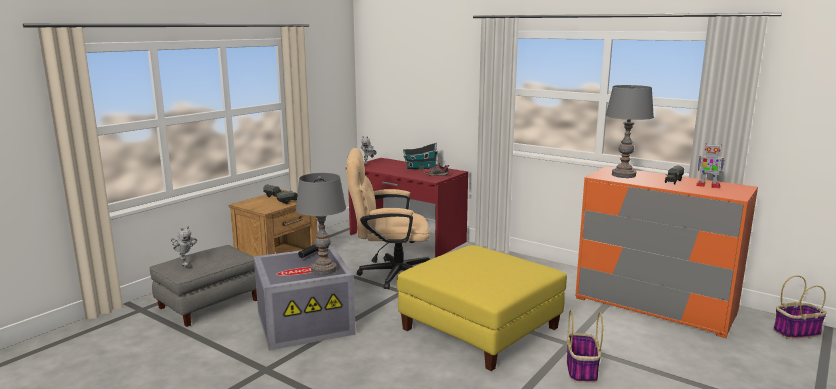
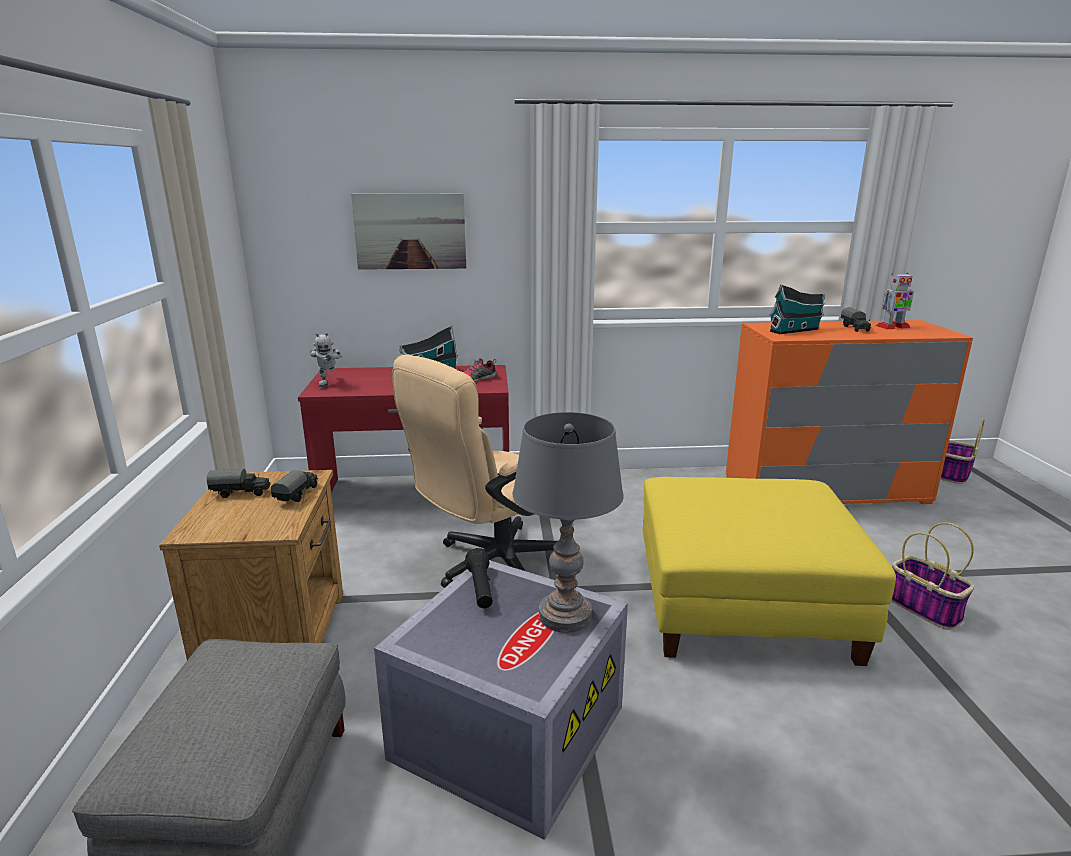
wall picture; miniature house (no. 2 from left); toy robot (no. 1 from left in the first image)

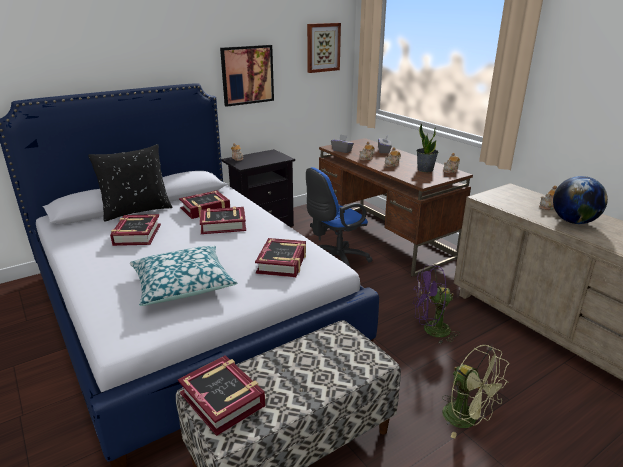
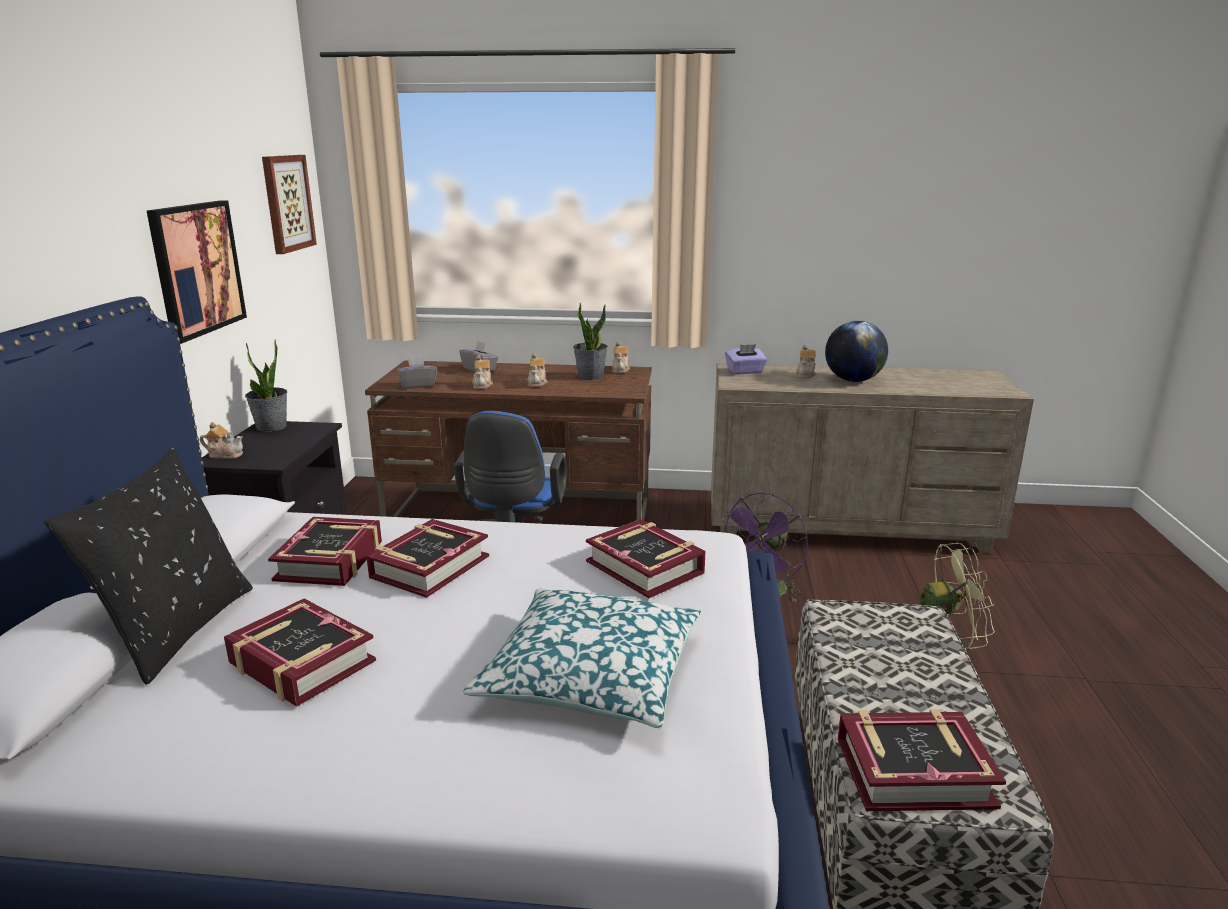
plant in a pot (no. 1 from left); purple-coloured box of tissues

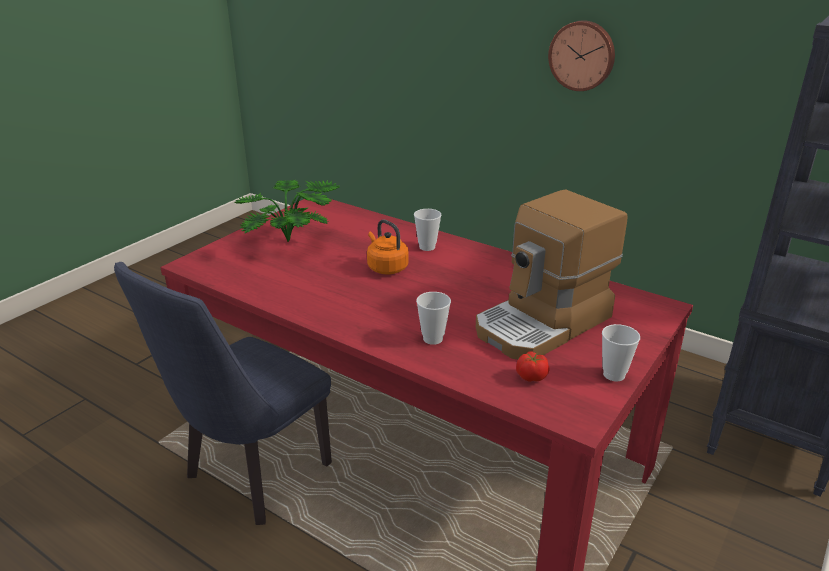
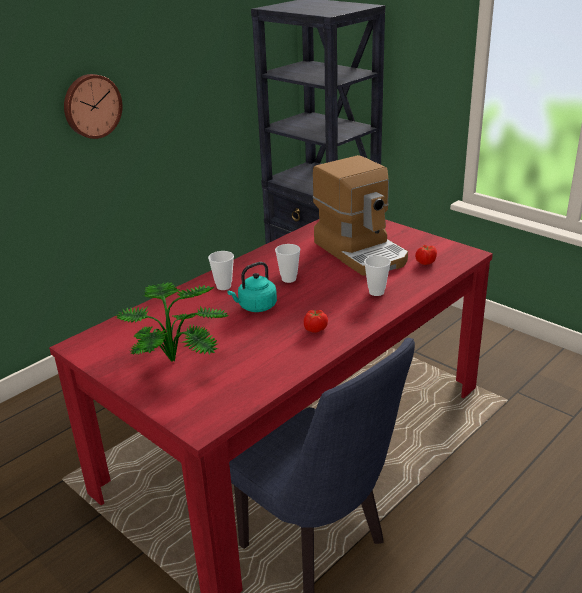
turquoise-coloured kettle; drinking cup (no. 2 from left); fresh tomato (no. 1 from left)

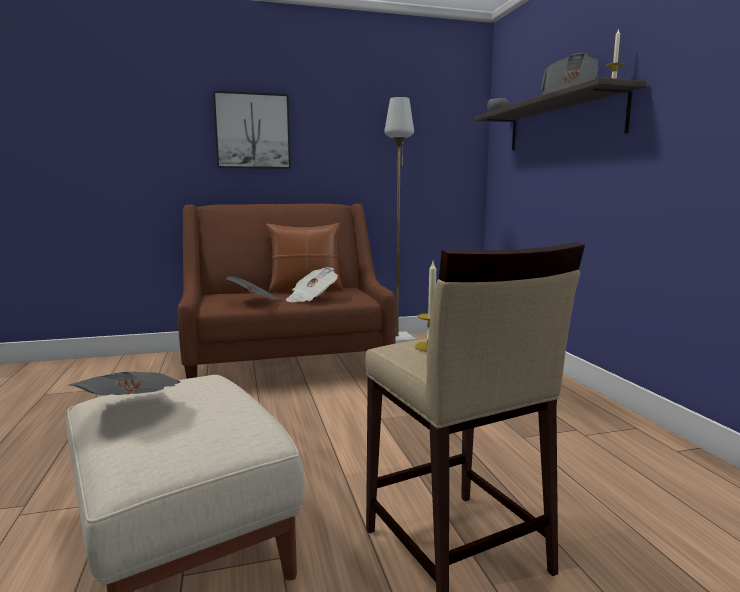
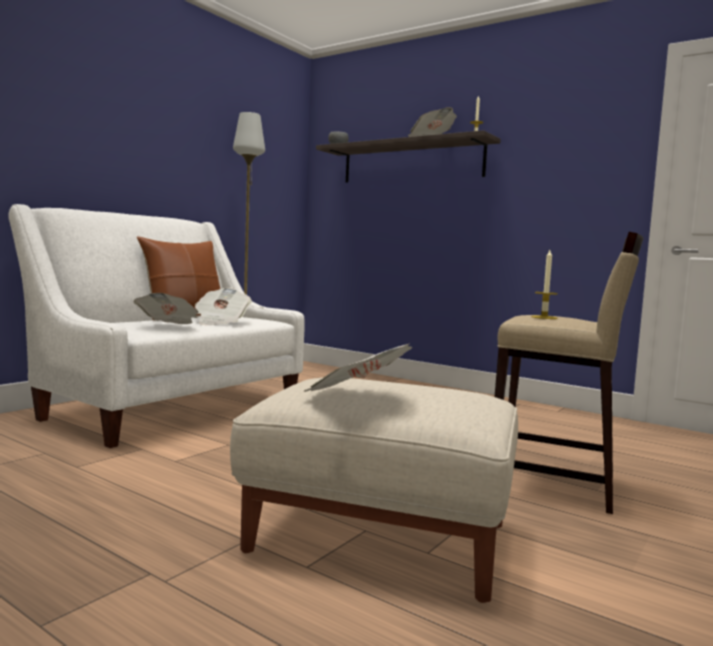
whitish couch; wall picture

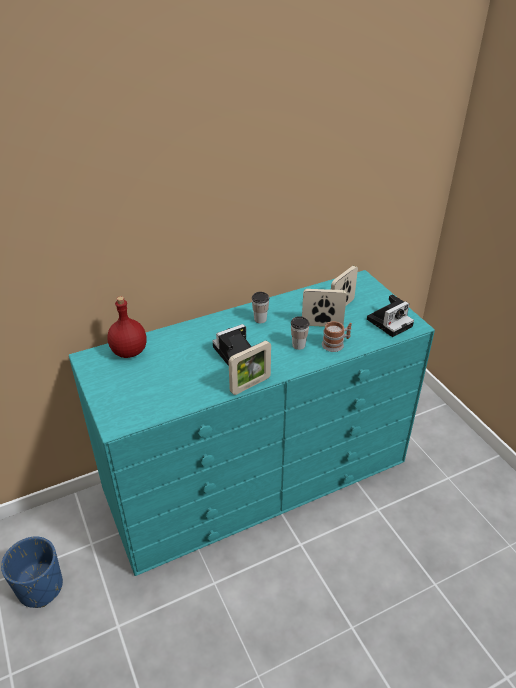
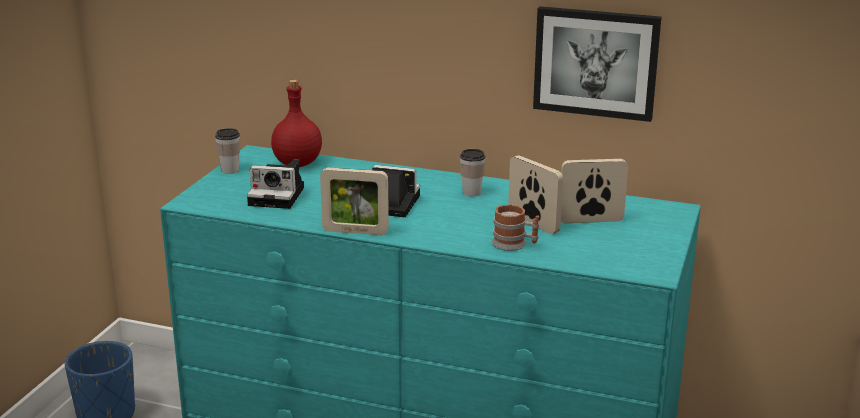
drinking cup (no. 1 from left); still camera (no. 1 from left); wall picture

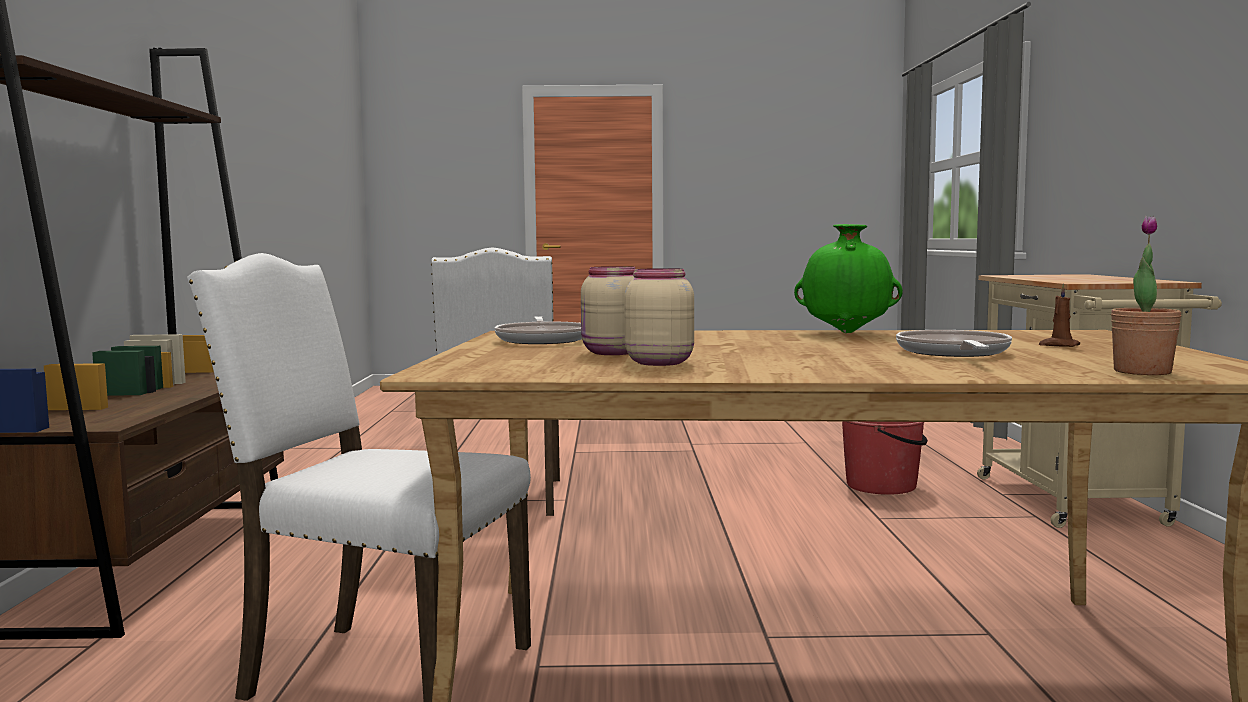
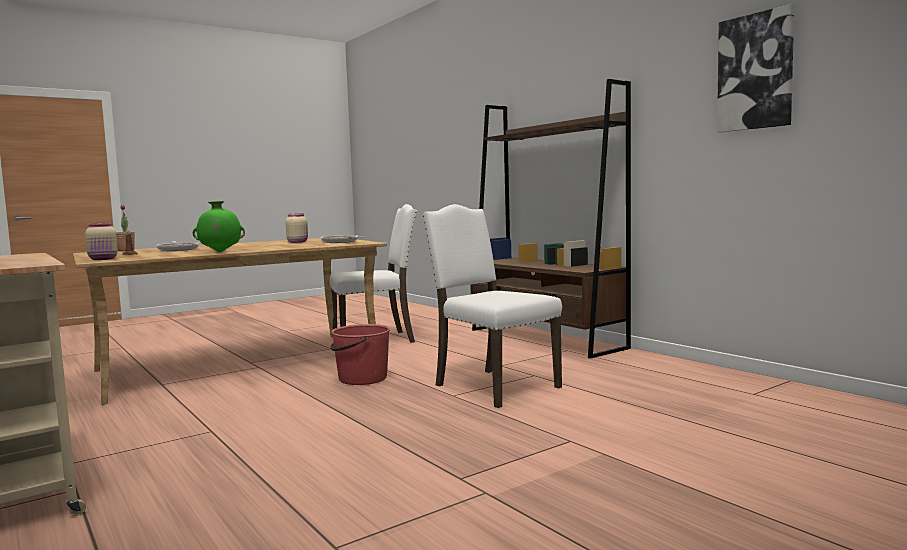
beige jar (no. 1 from left); red-coloured water bucket; wall picture

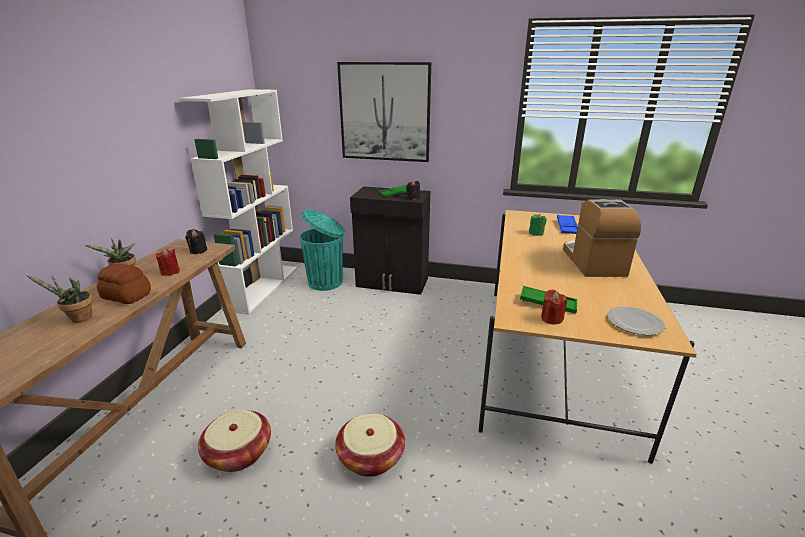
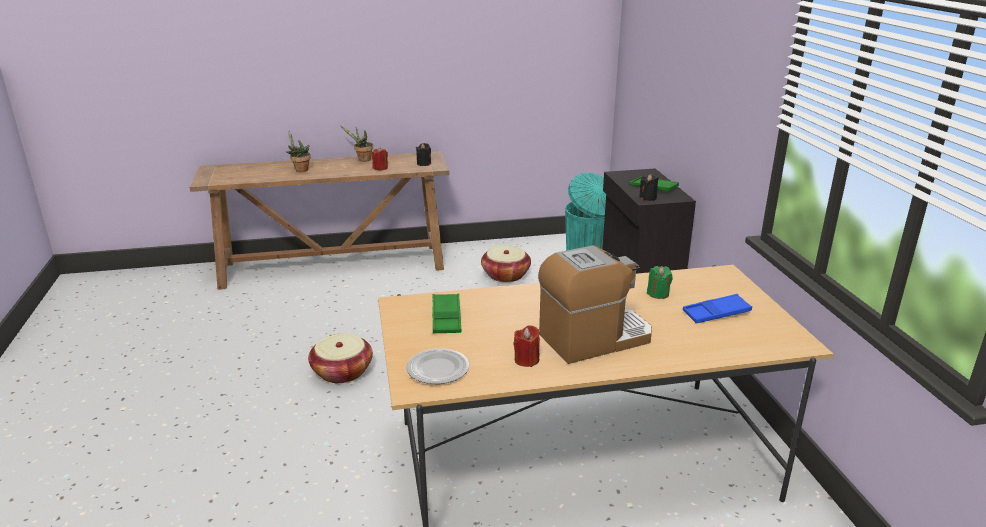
storage basket (no. 2 from left); red-coloured candle (no. 2 from left); baked bread; whitish bookcase; wall picture

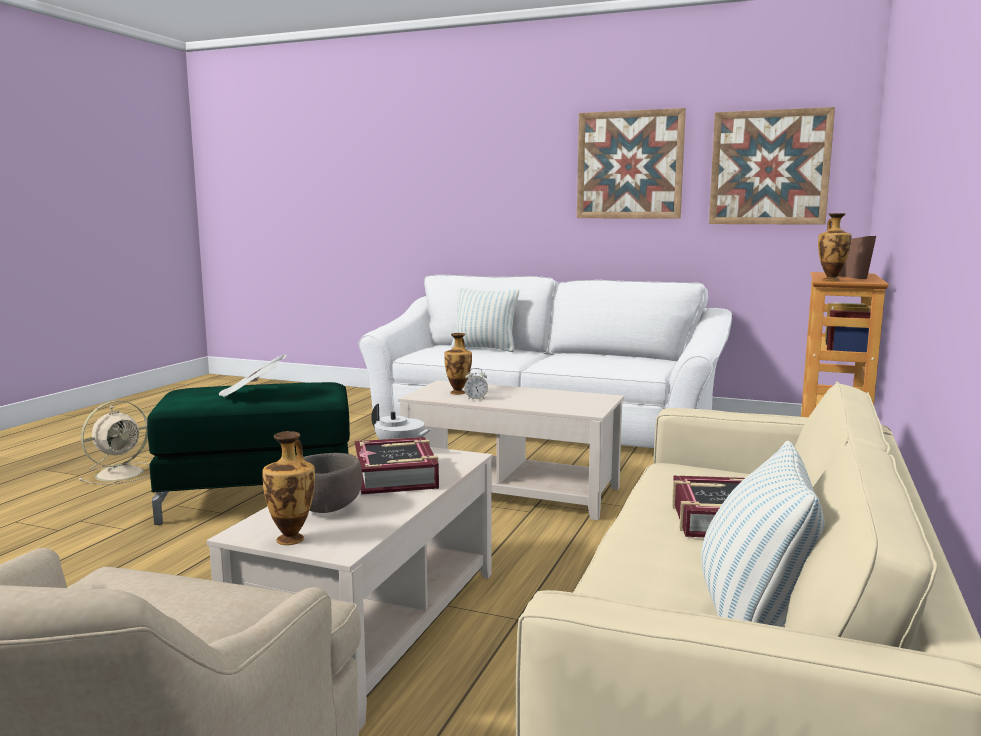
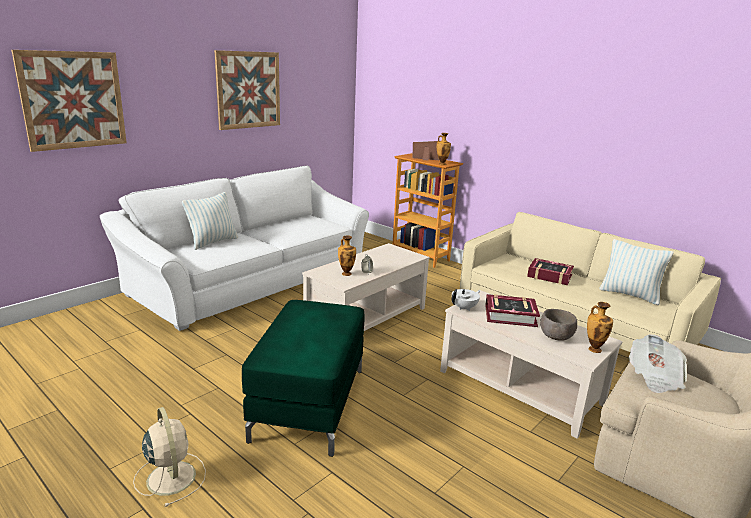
wall picture (no. 1 from left); printed paper

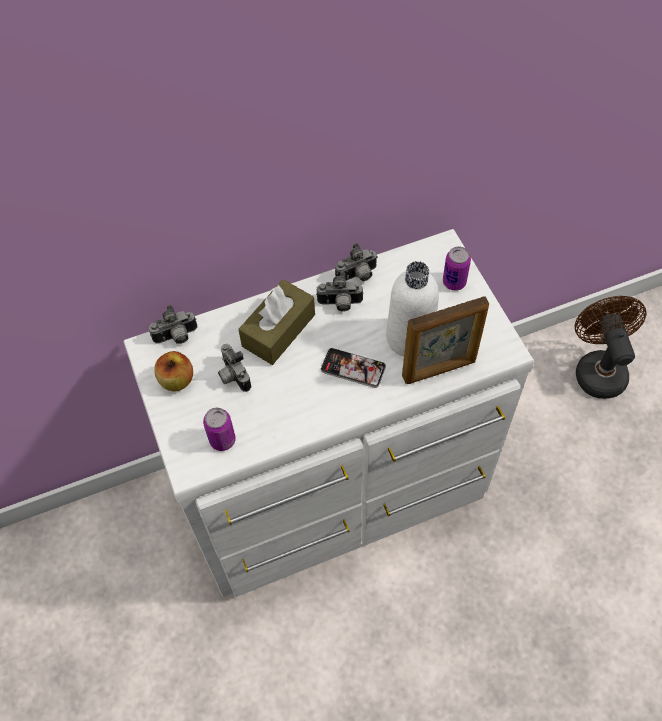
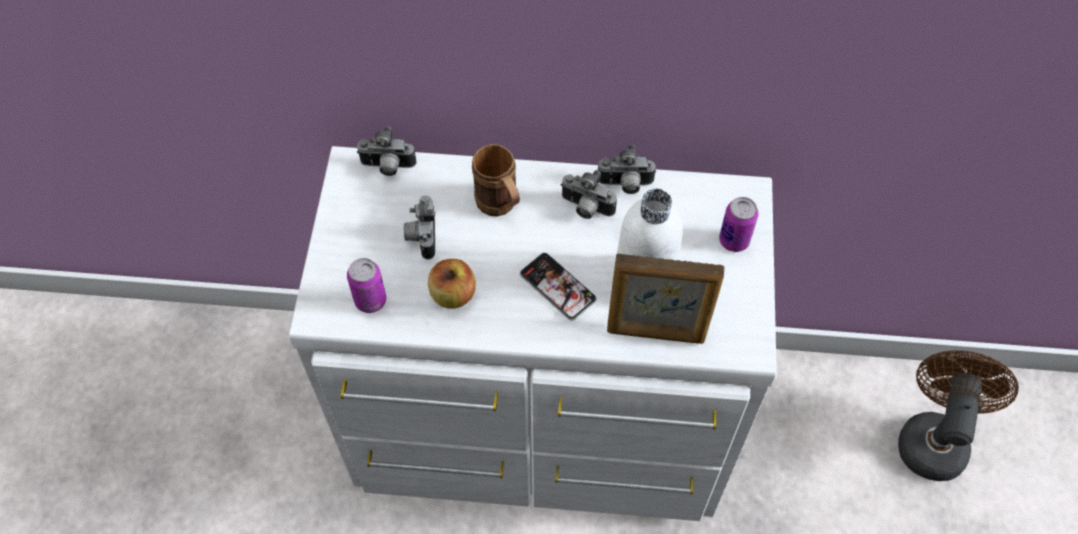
apple fruit; brownish mug

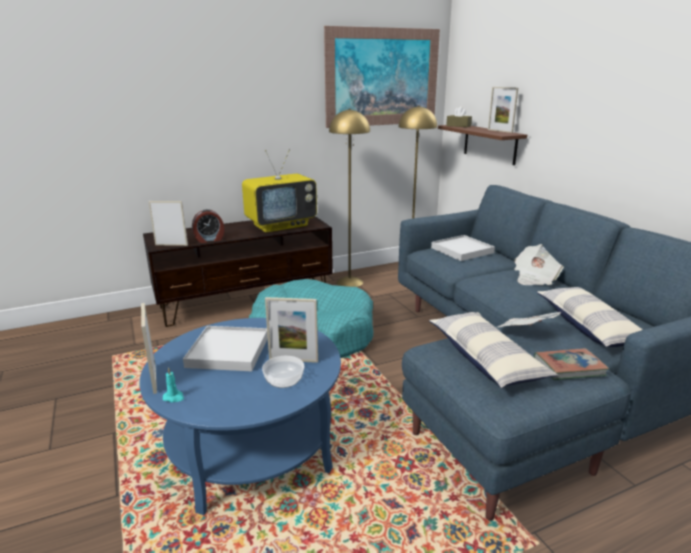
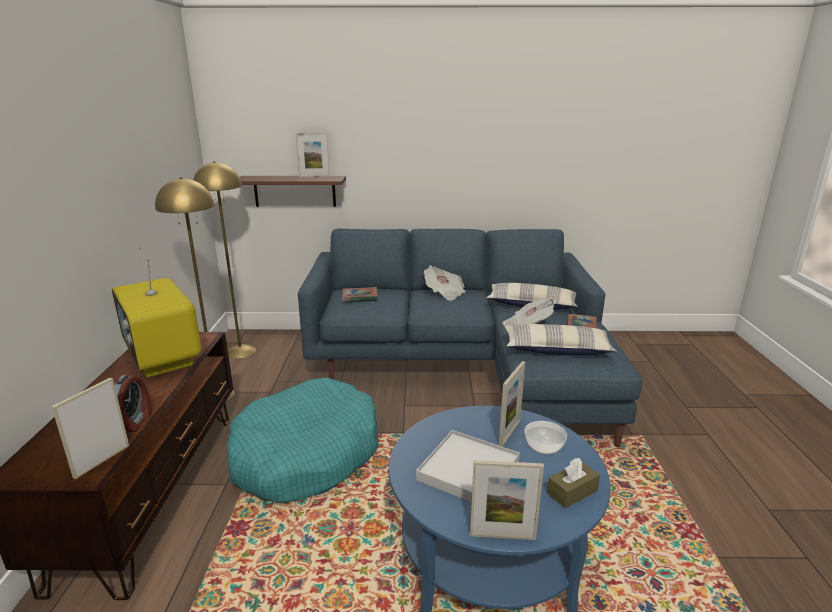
television; volume (no. 1 from left); brownish box of tissues; turquoise-coloured candle; wall picture

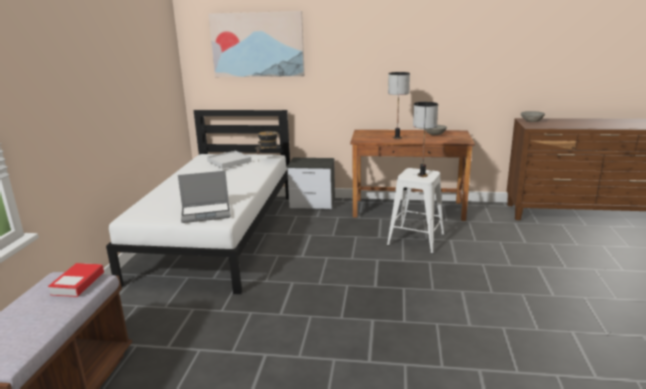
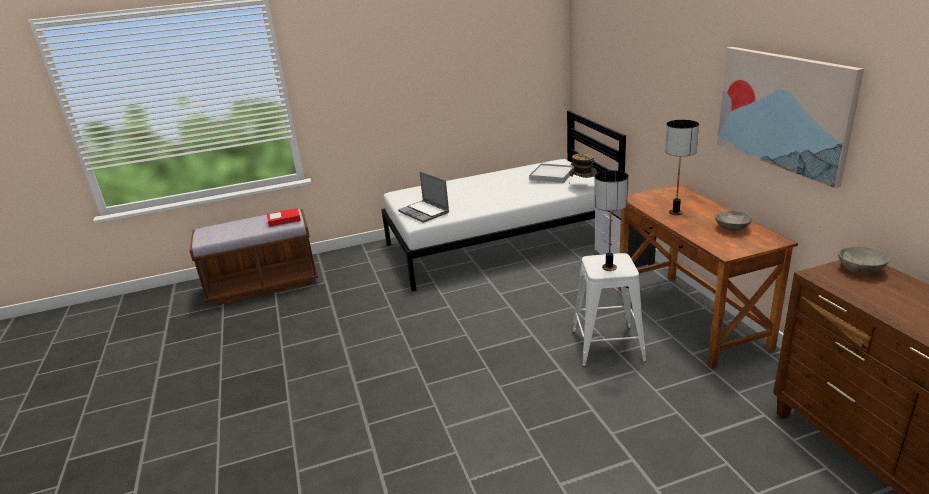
wall picture

